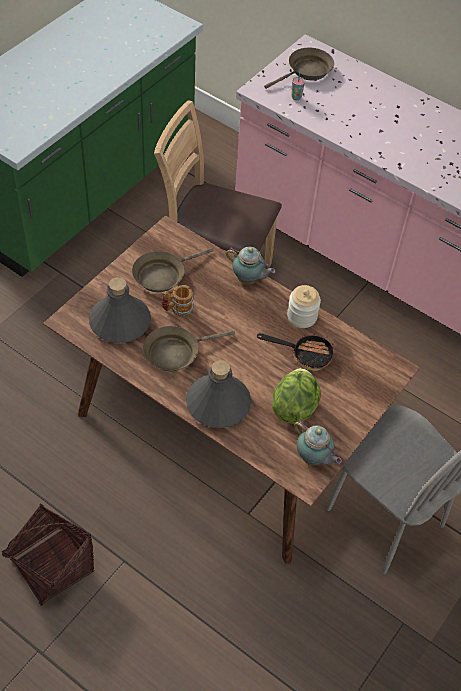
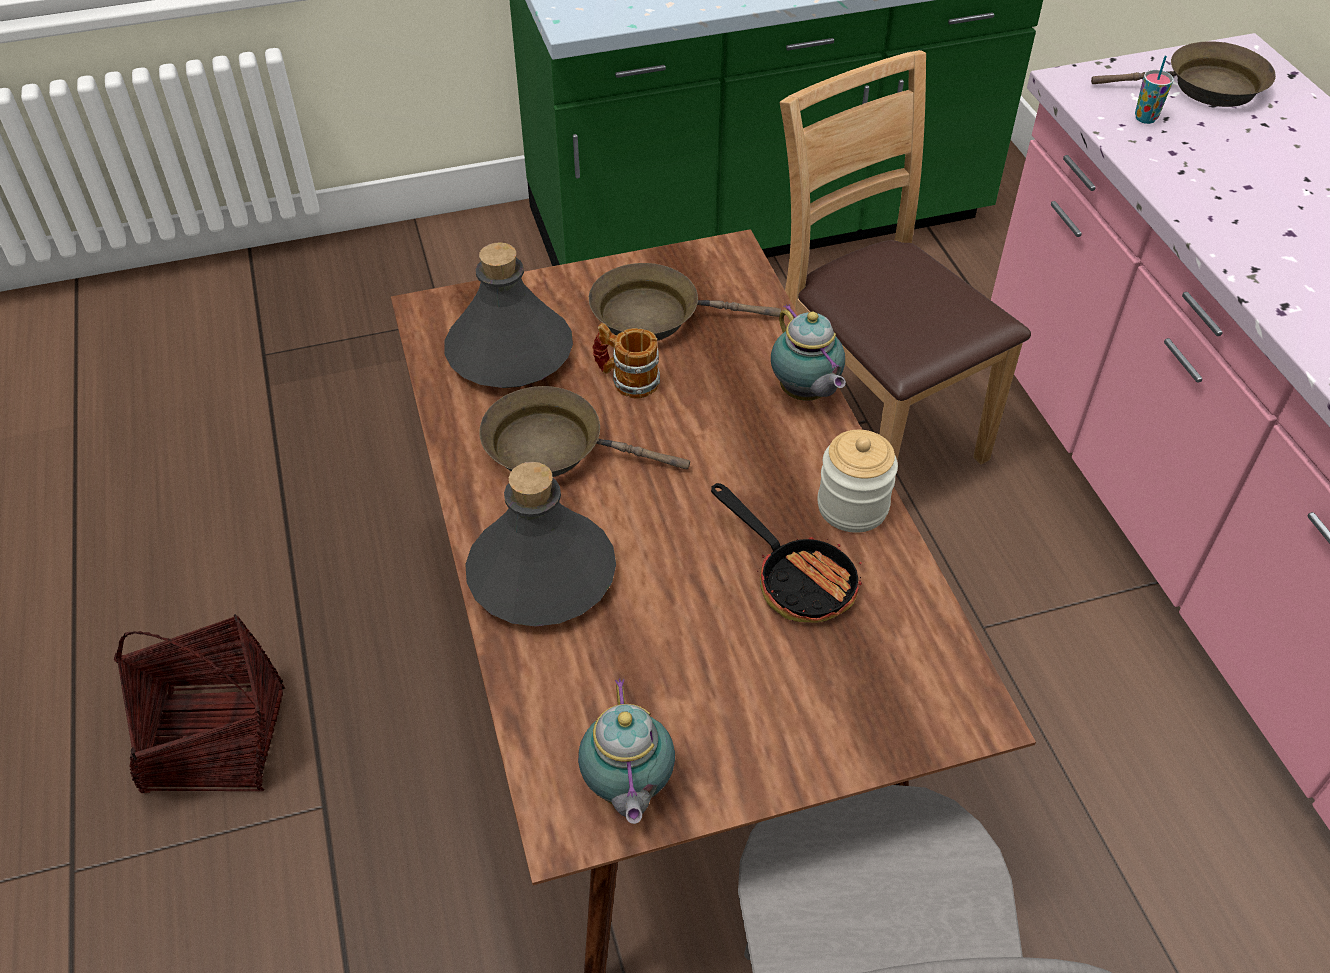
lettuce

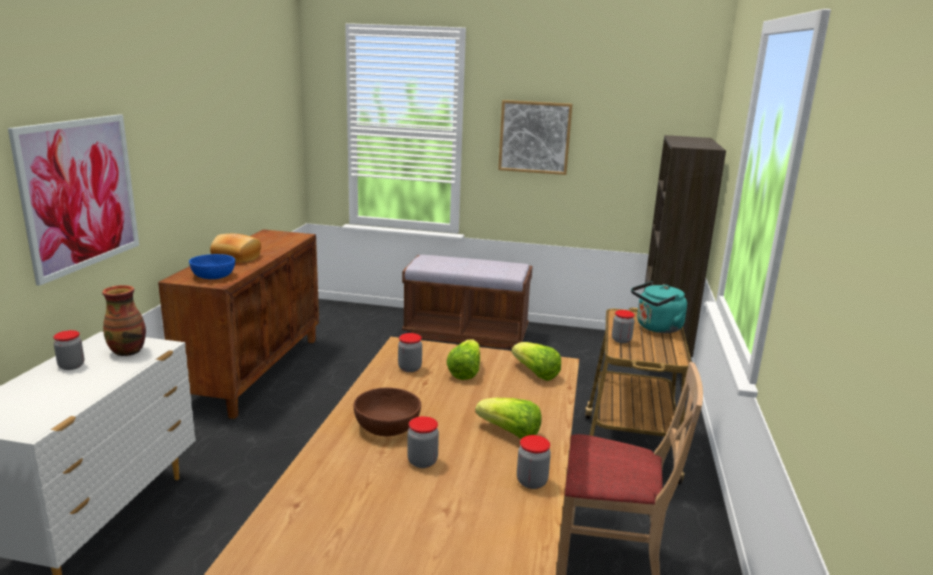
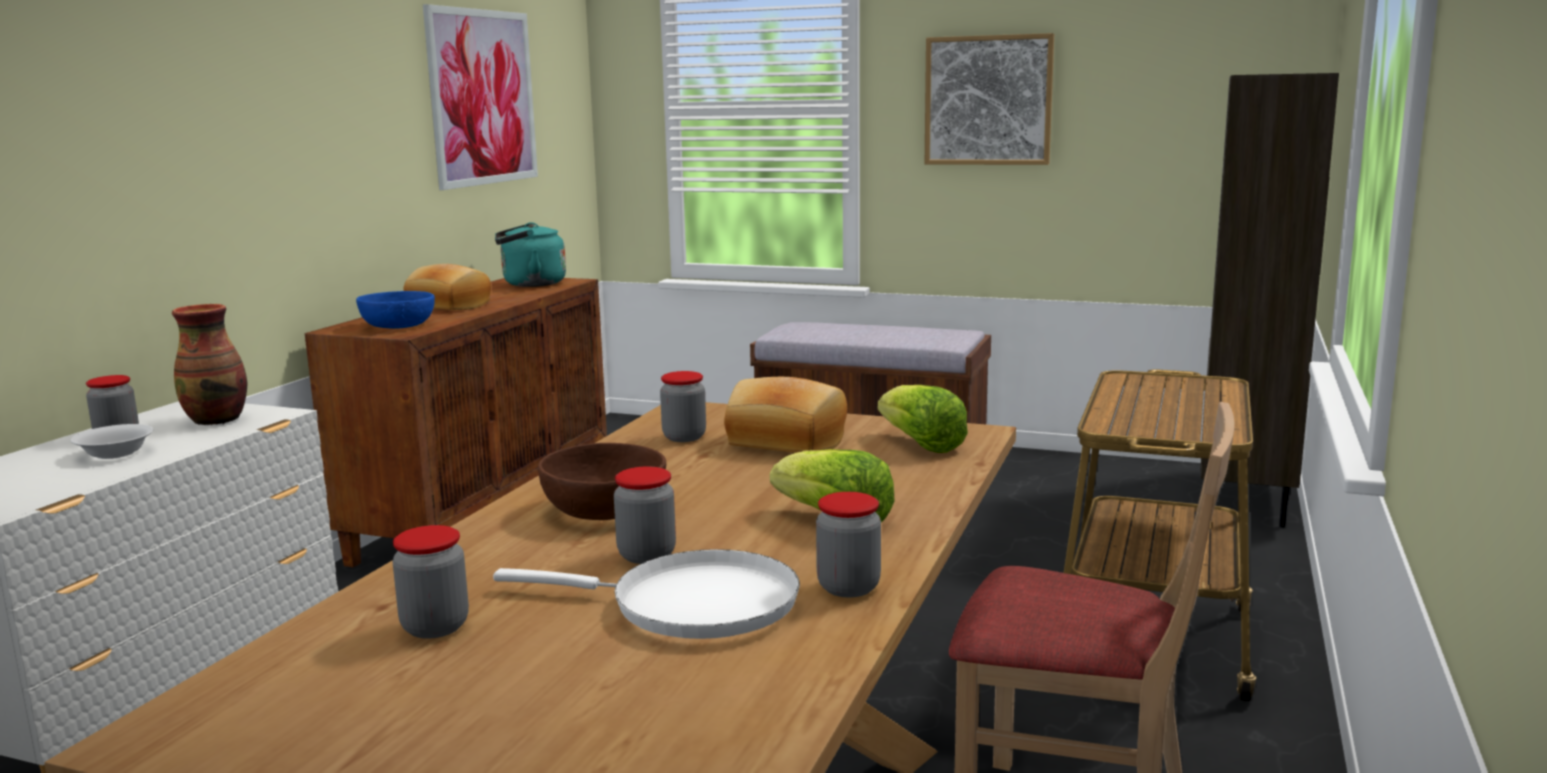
whitish deep dish; jar (no. 2 from left); wall picture (no. 1 from left); whitish skillet; turquoise-coloured kettle; baked bread (no. 2 from left)

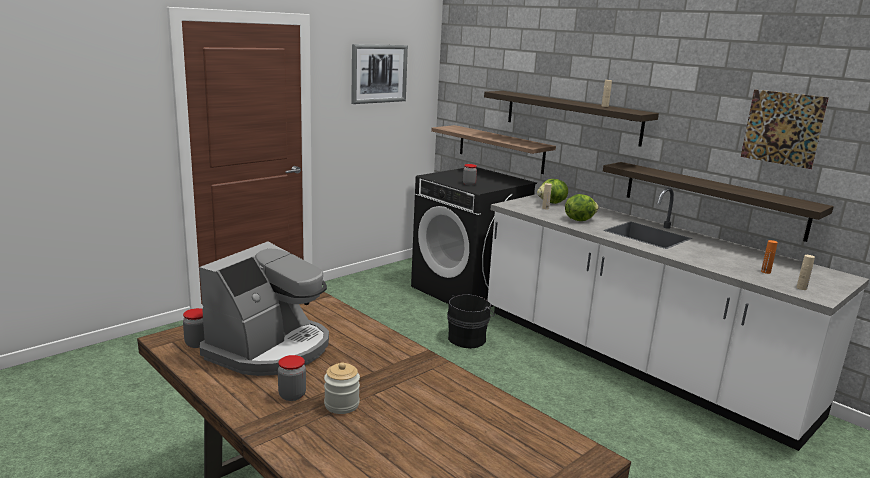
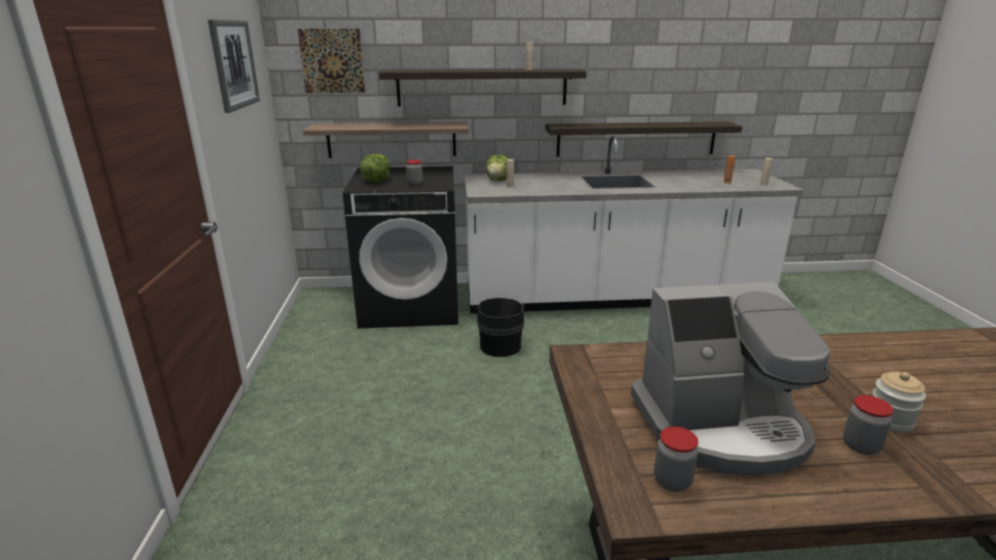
wall picture (no. 2 from left); lettuce (no. 1 from left); coffee machine

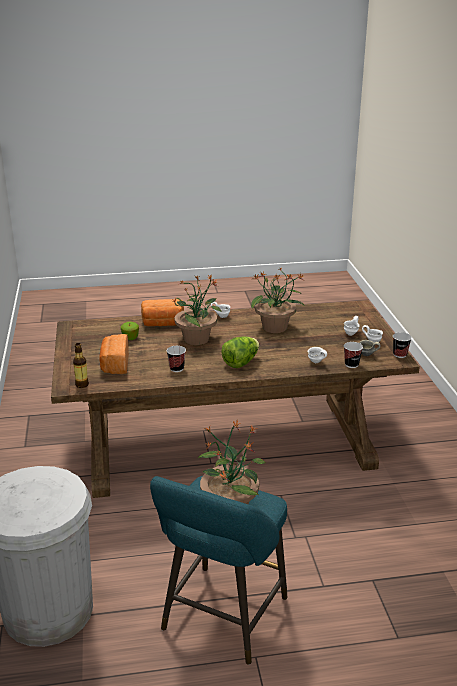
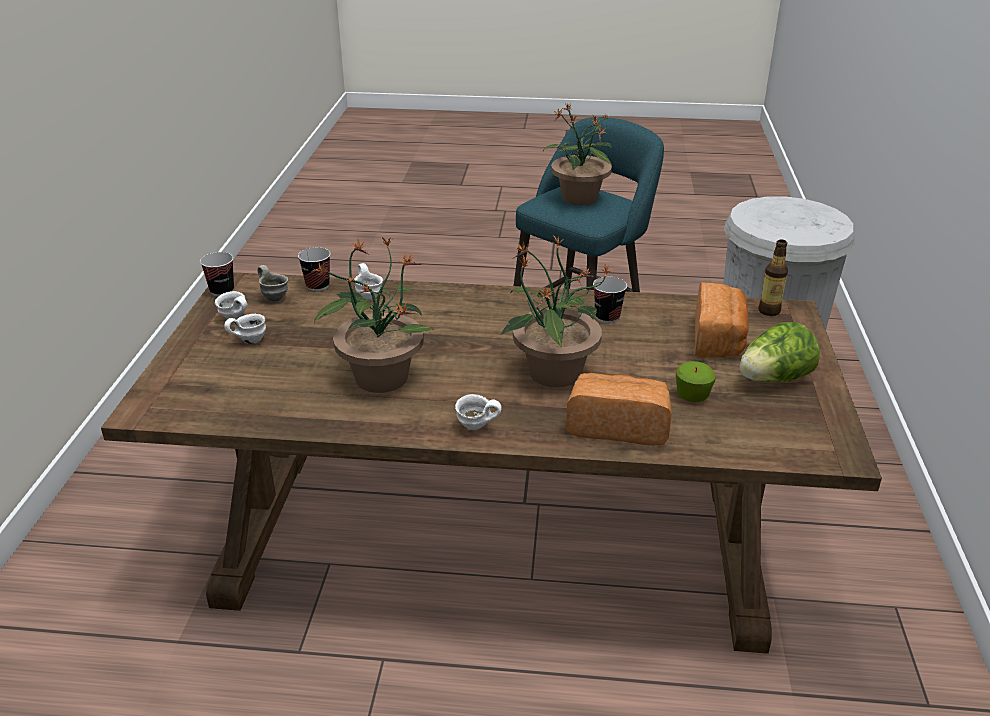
lettuce

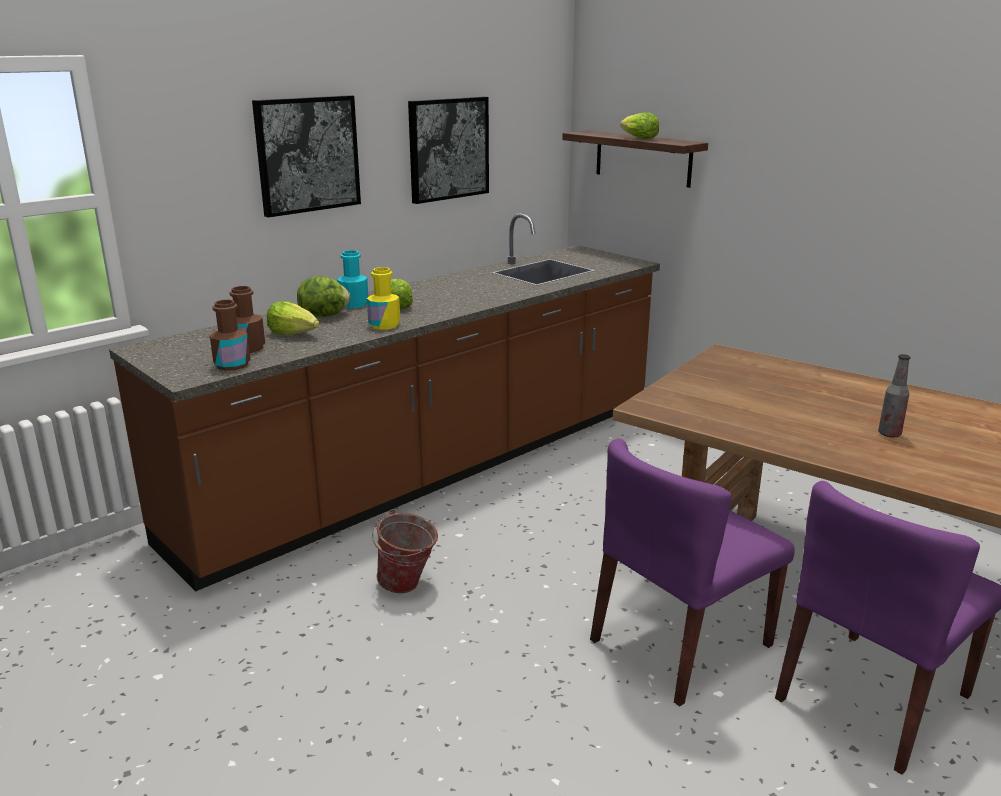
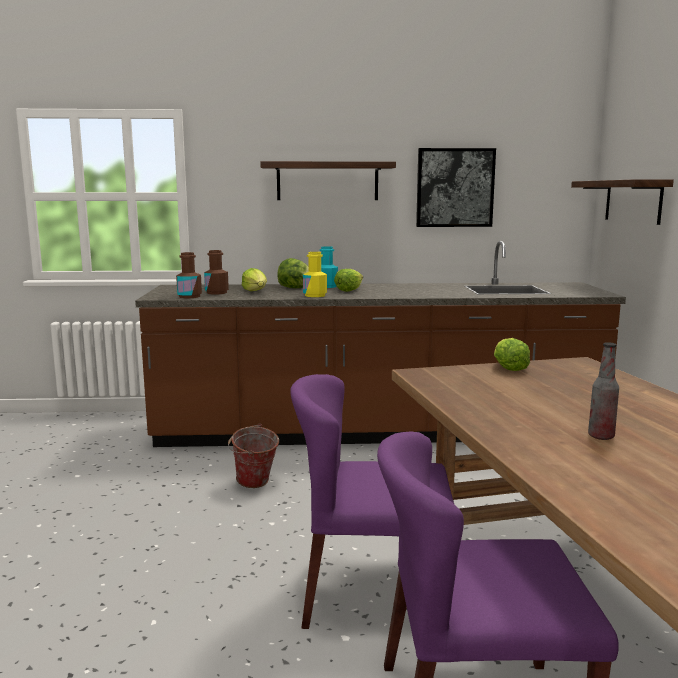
wall shelf (no. 1 from left); lettuce (no. 4 from left)

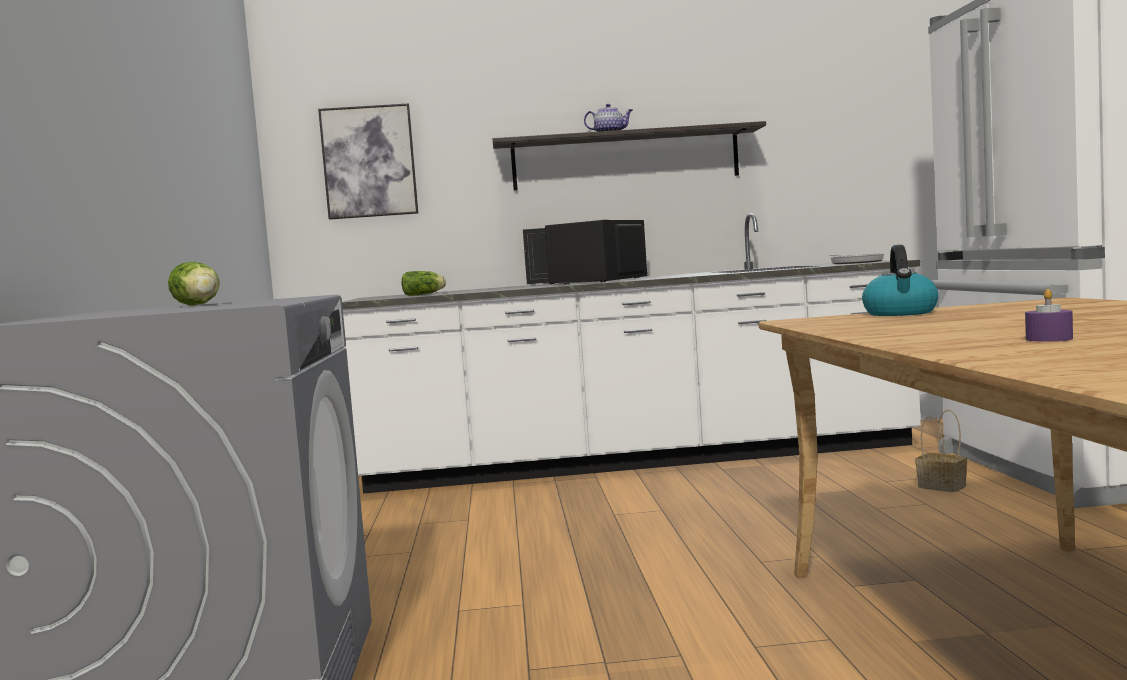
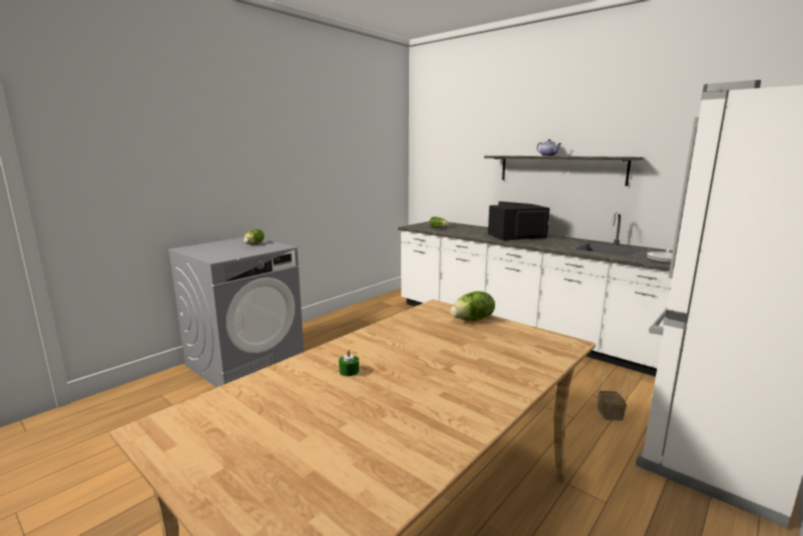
greenish candle; lettuce (no. 3 from left); wall picture

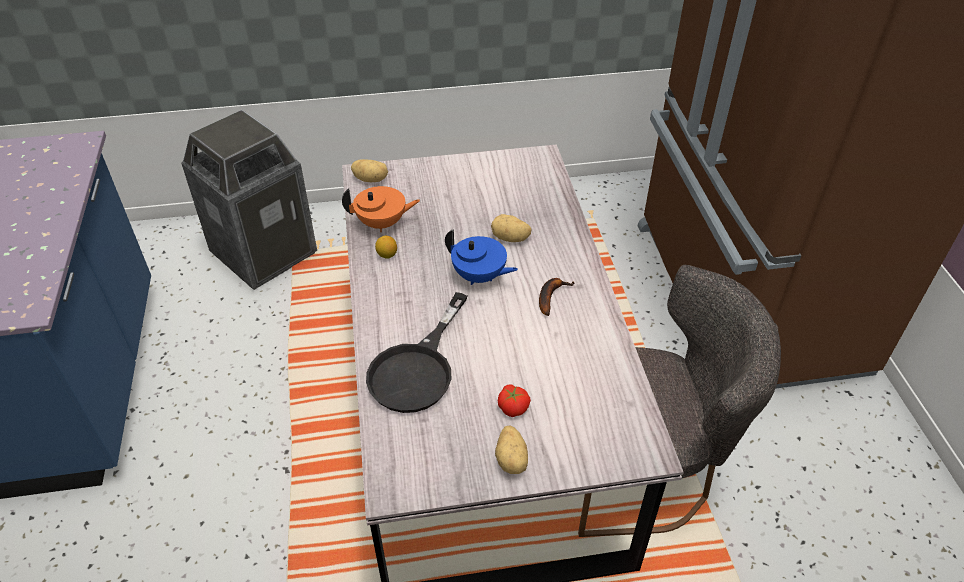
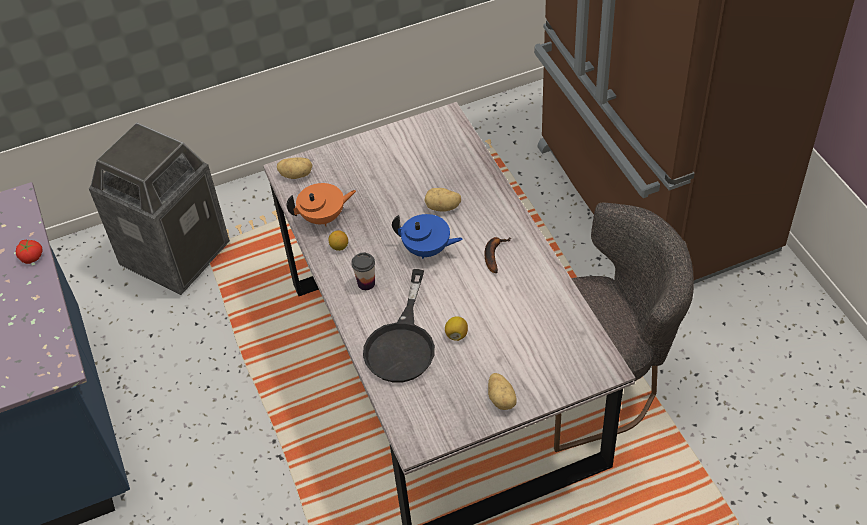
fresh tomato; drinking cup; whole lemon (no. 2 from left)

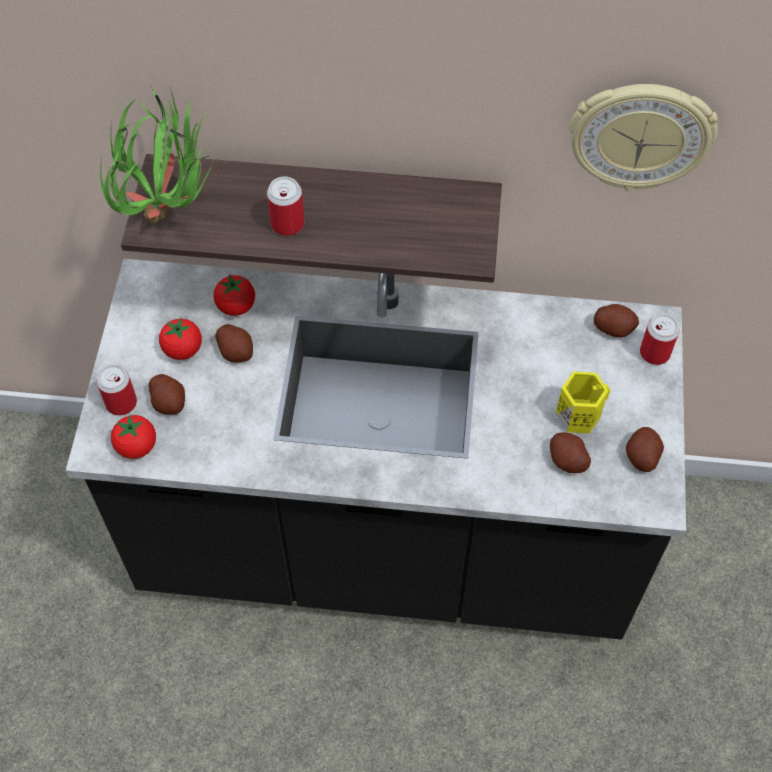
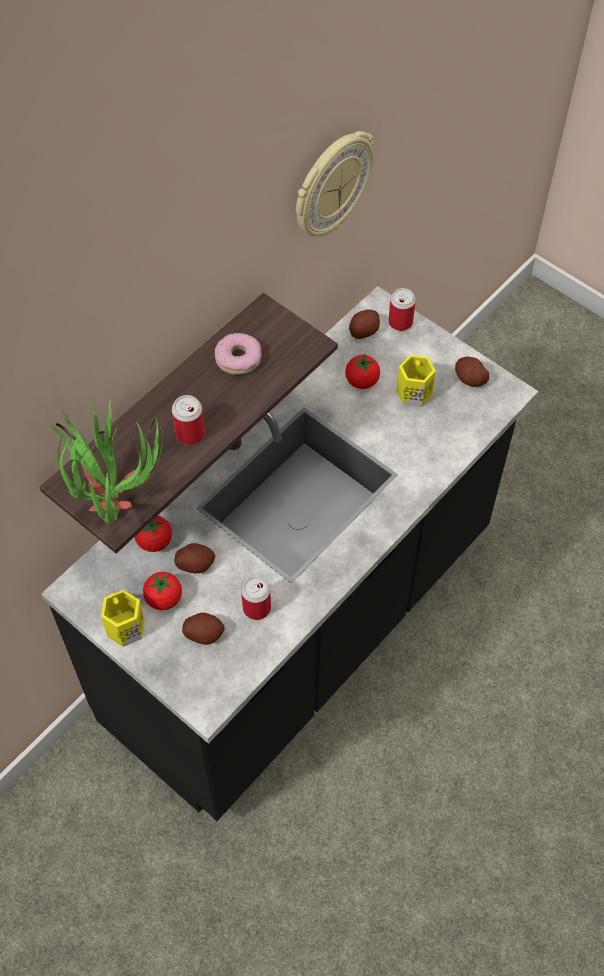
yellow mug (no. 1 from left); donut; metal can (no. 2 from left); fresh tomato (no. 3 from left); spud (no. 3 from left in the first image)

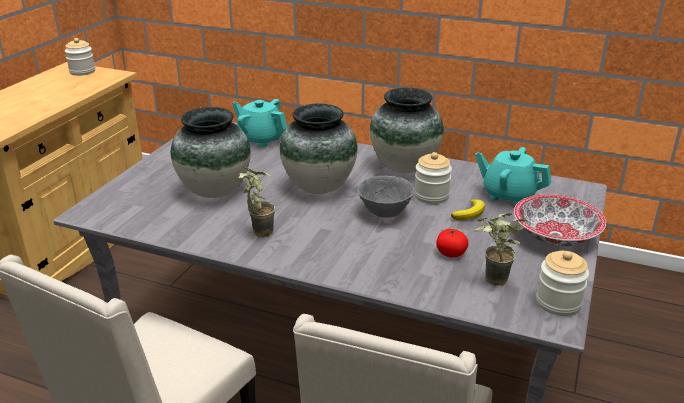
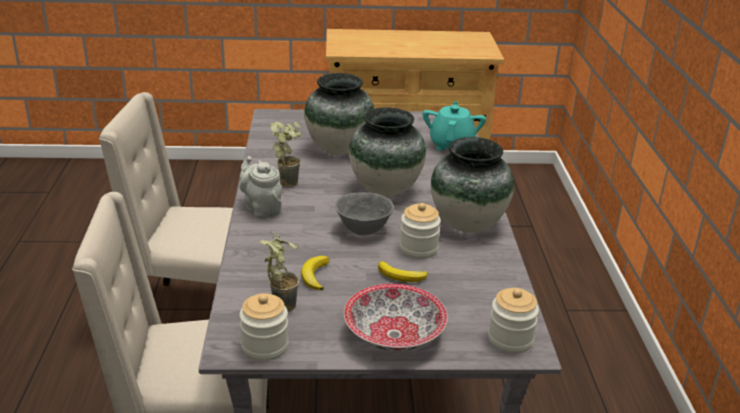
grey teapot; banana (no. 1 from left); jar (no. 3 from left); turquoise-coloured teapot (no. 2 from left in the first image)

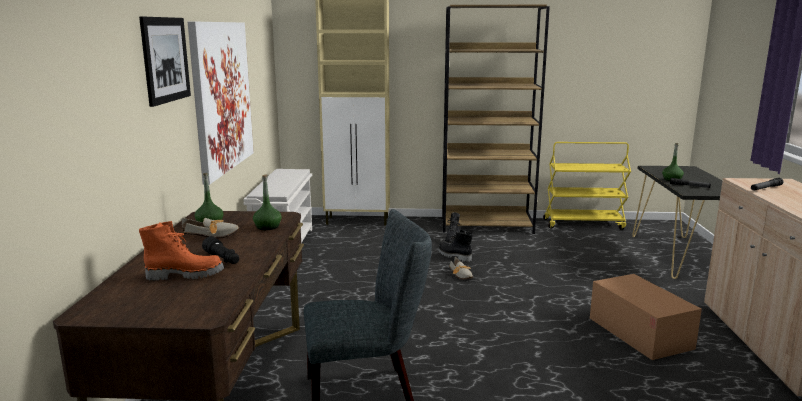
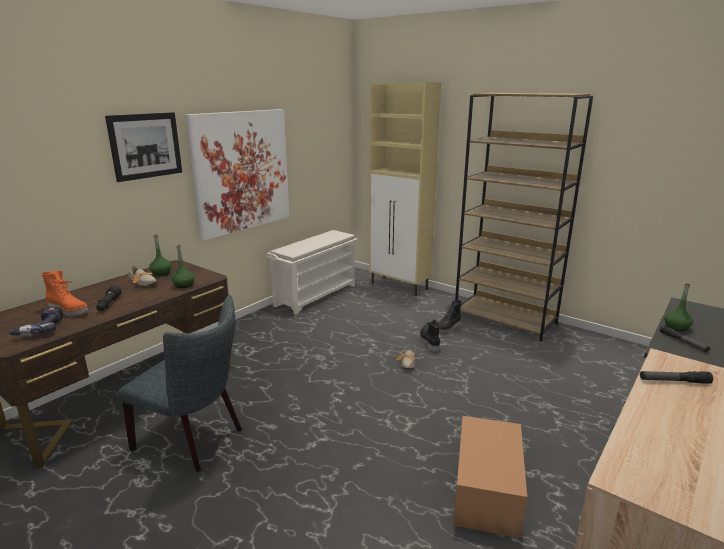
electric drill; yellow trolley

